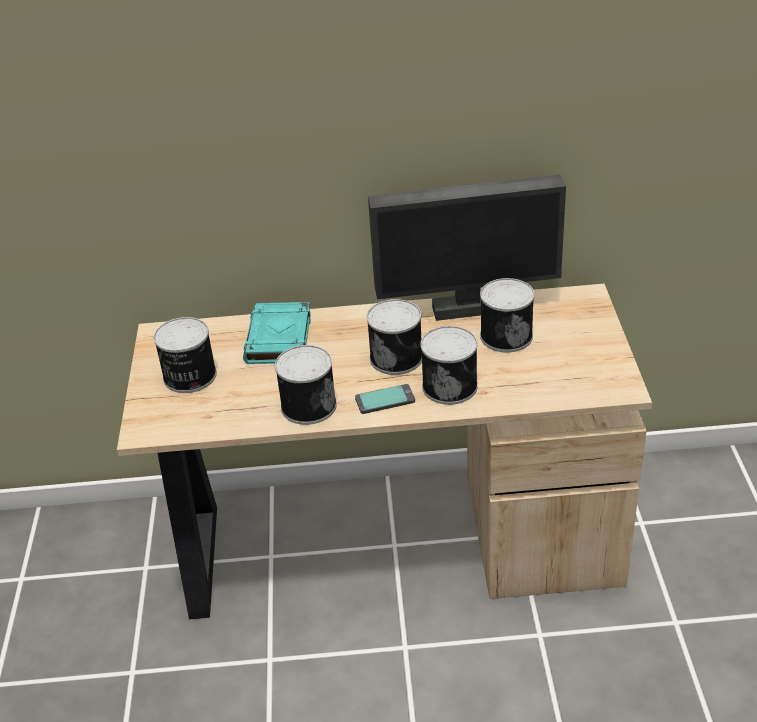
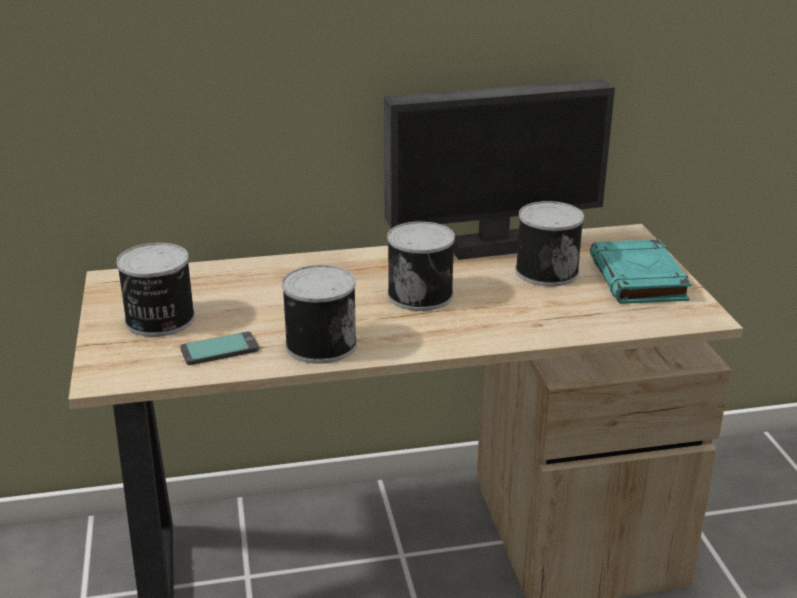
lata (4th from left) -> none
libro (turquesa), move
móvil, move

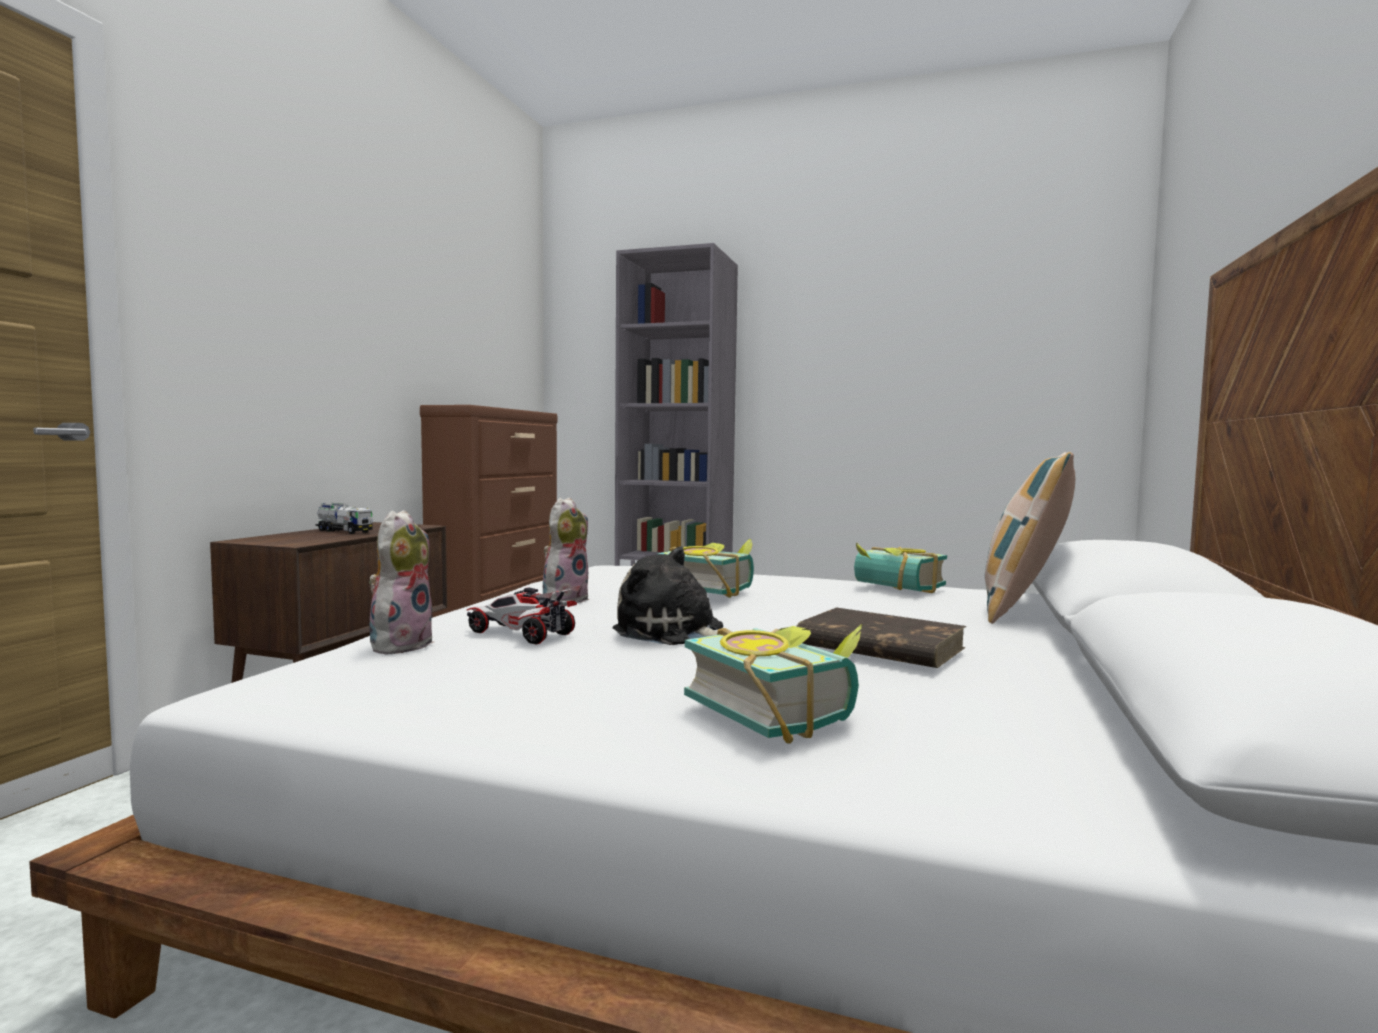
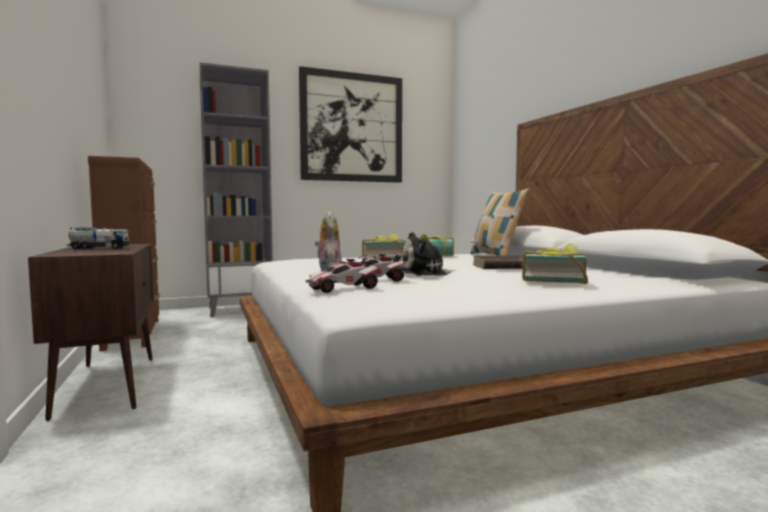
none -> cuadro
peluche (1st from left) -> coche de juguete (1st from left)

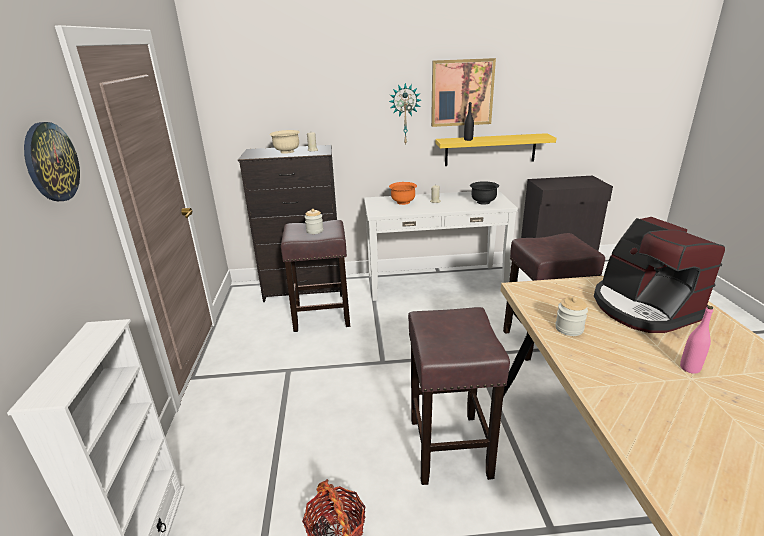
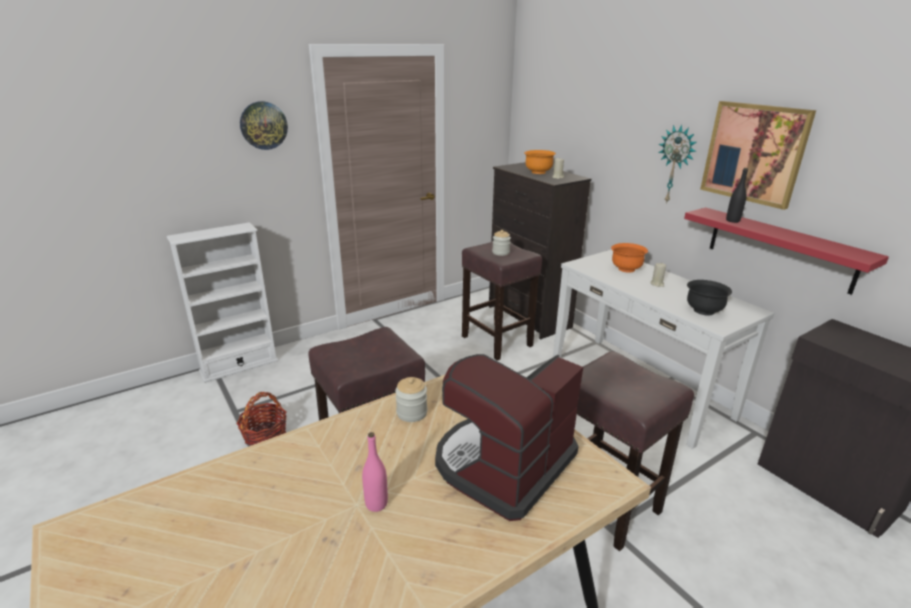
cuenco (beis) -> cuenco (naranja) (1st from left)
estante (amarillo) -> estante (rojo)

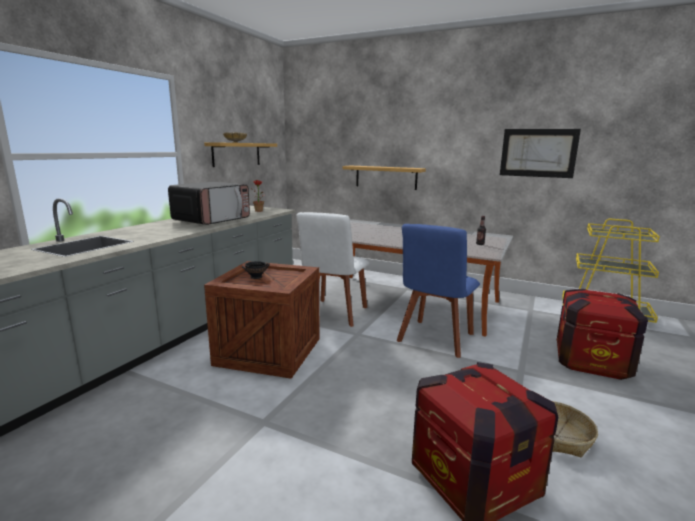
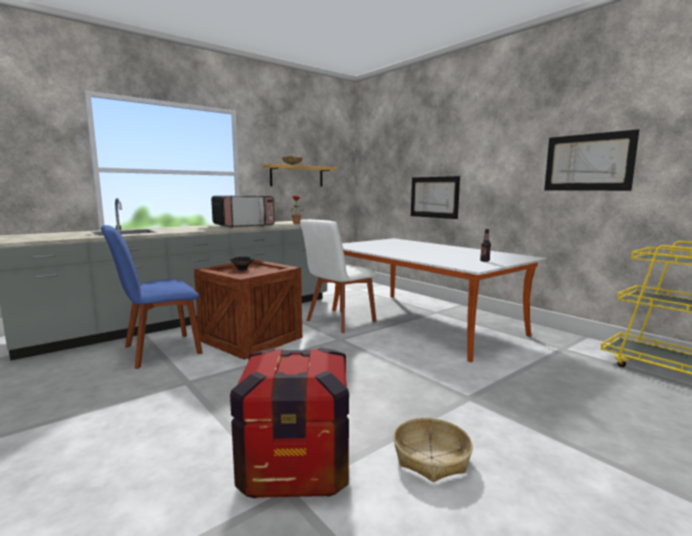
caja de embalaje (3rd from left) -> none
silla (azul), move
estante (2nd from left) -> cuadro (1st from left)

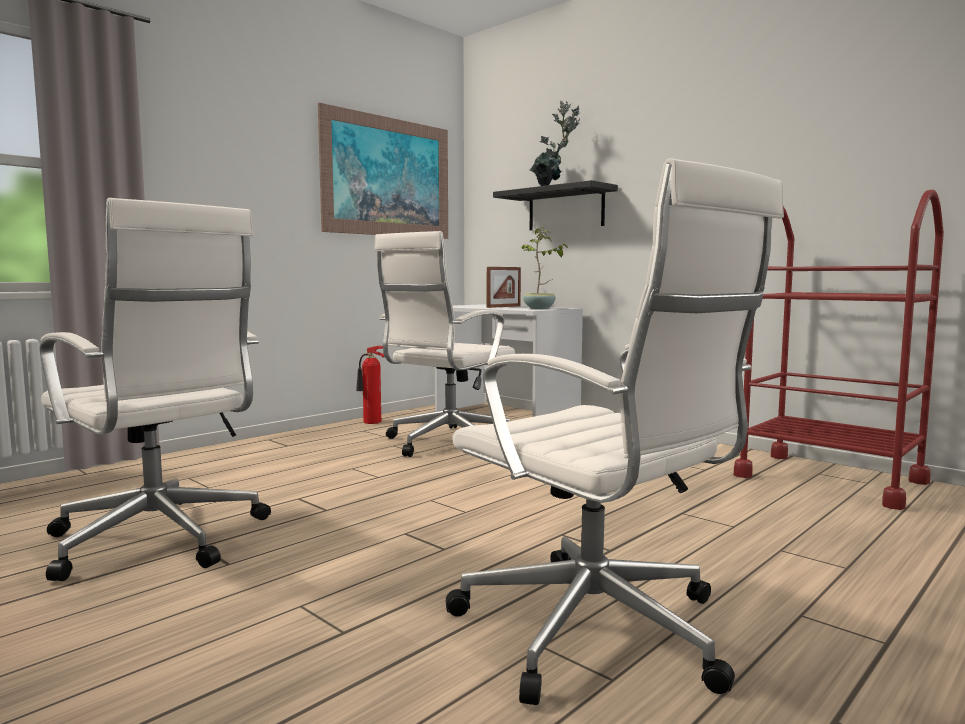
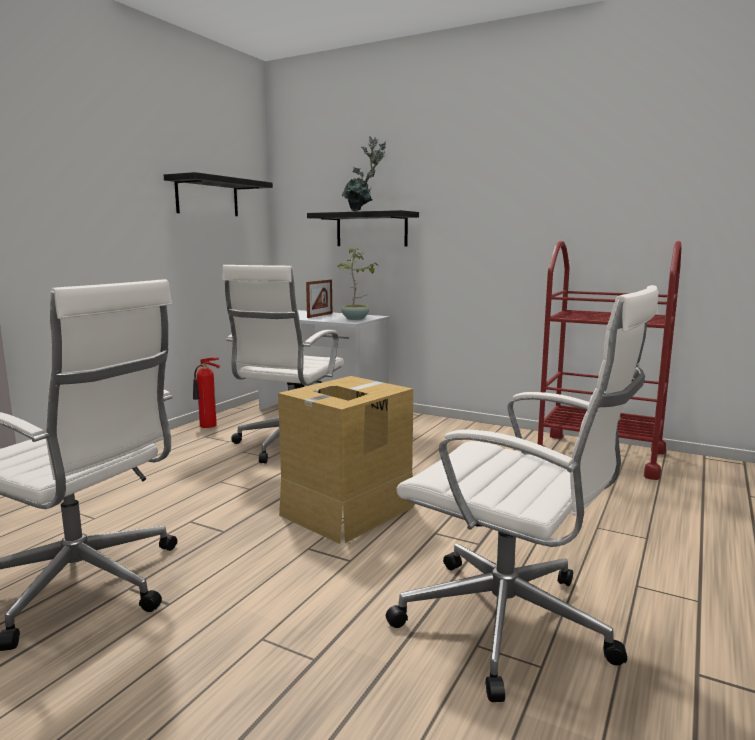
none -> caja de cartón
cuadro -> estante (negro) (1st from left)

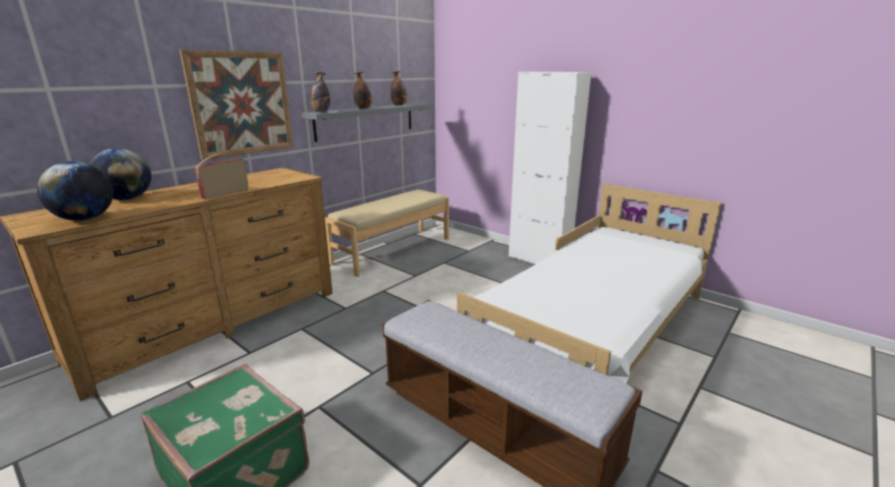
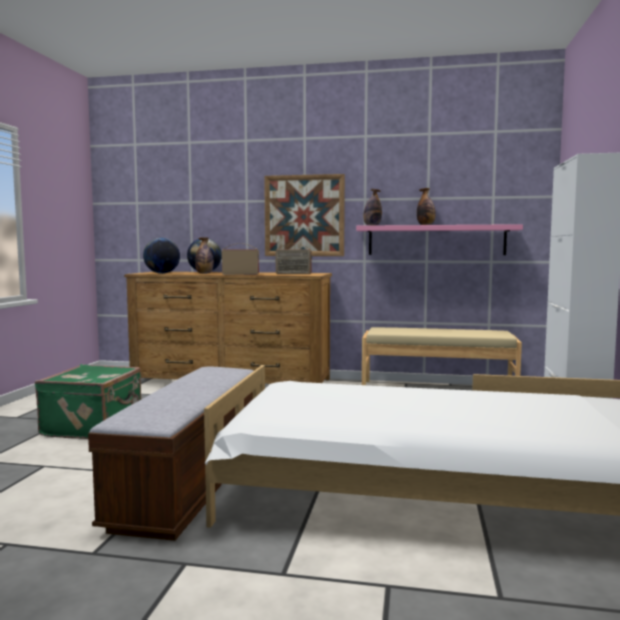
none -> radio (2nd from left)
botella (3rd from left in the first image) -> botella (1st from left), move
estante (gris) -> estante (rosa)

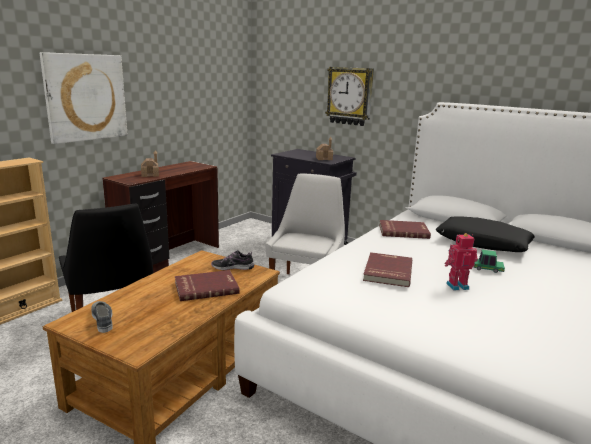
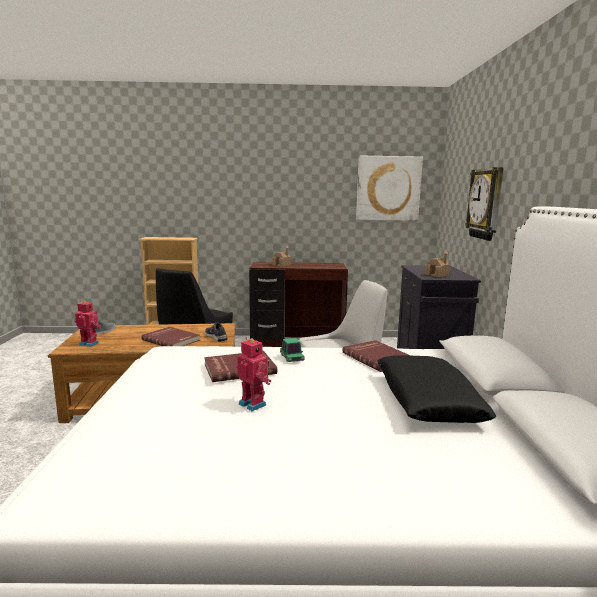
none -> robot de juguete (1st from left)
cuadro, move
coche de juguete, move

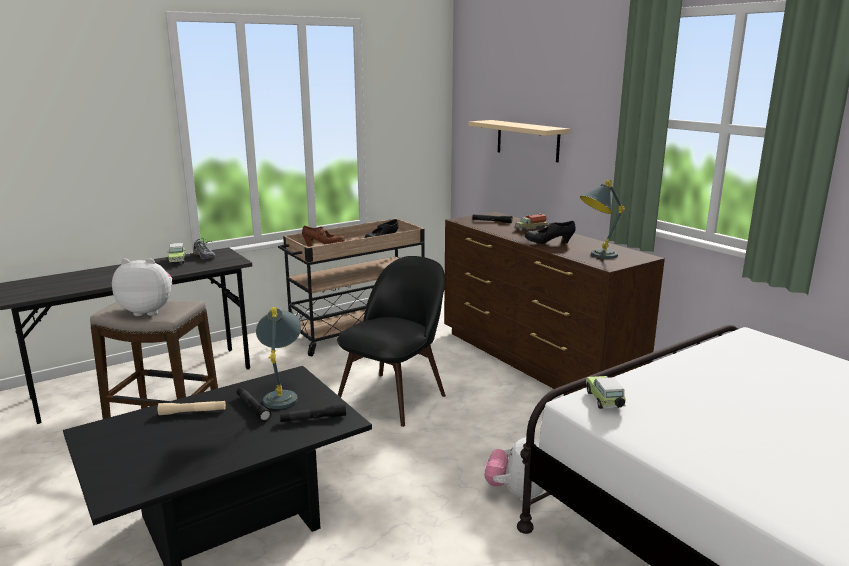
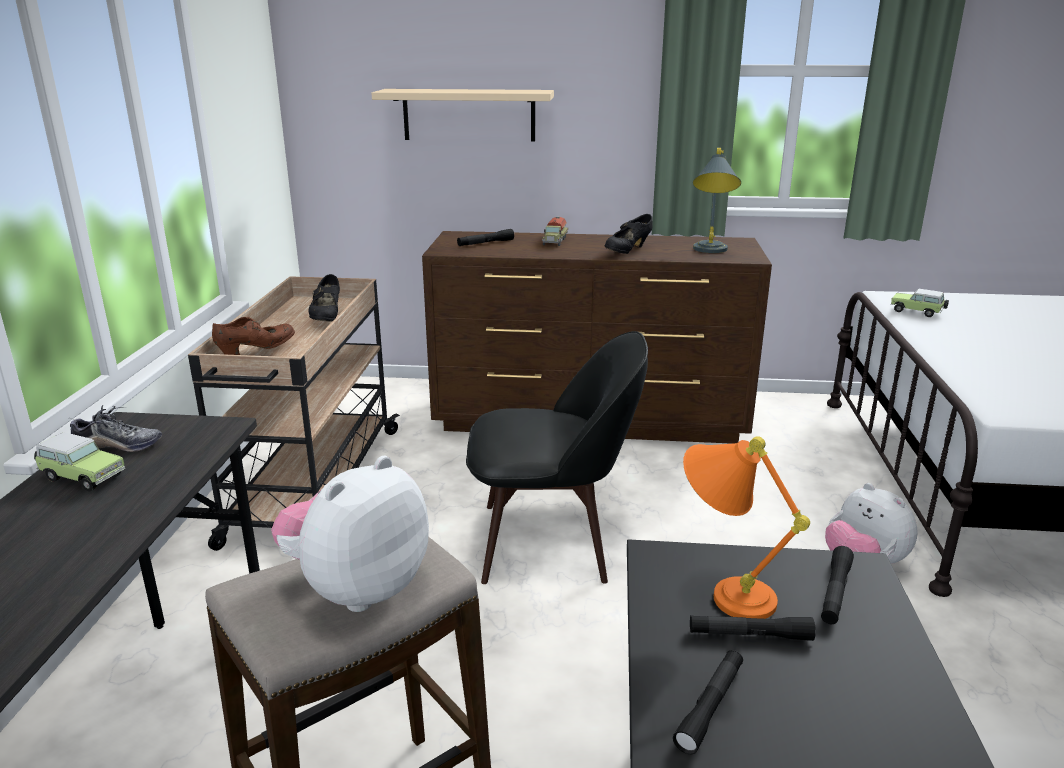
coche de juguete (2nd from left), move
linterna (beis) -> linterna (negro) (2nd from left)
lámpara de mesa (gris) (1st from left) -> lámpara de mesa (naranja)
silla (negro), 105 degrees clockwise

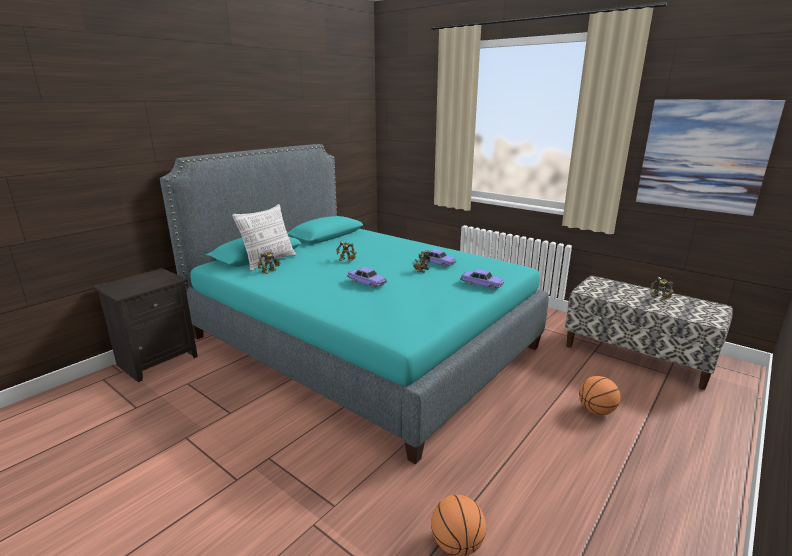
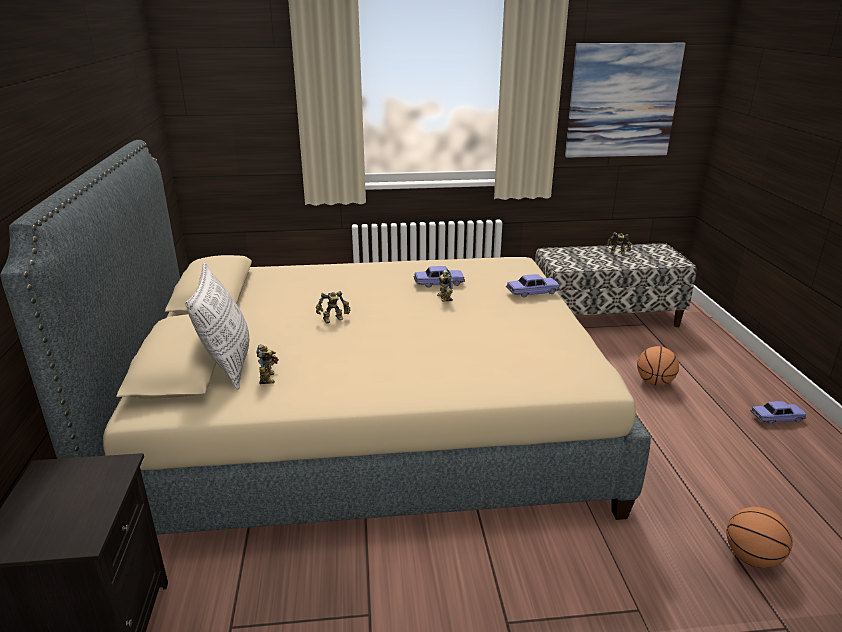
coche de juguete (1st from left in the first image) -> coche de juguete (3rd from left), move
cama (turquesa) -> cama (beis)

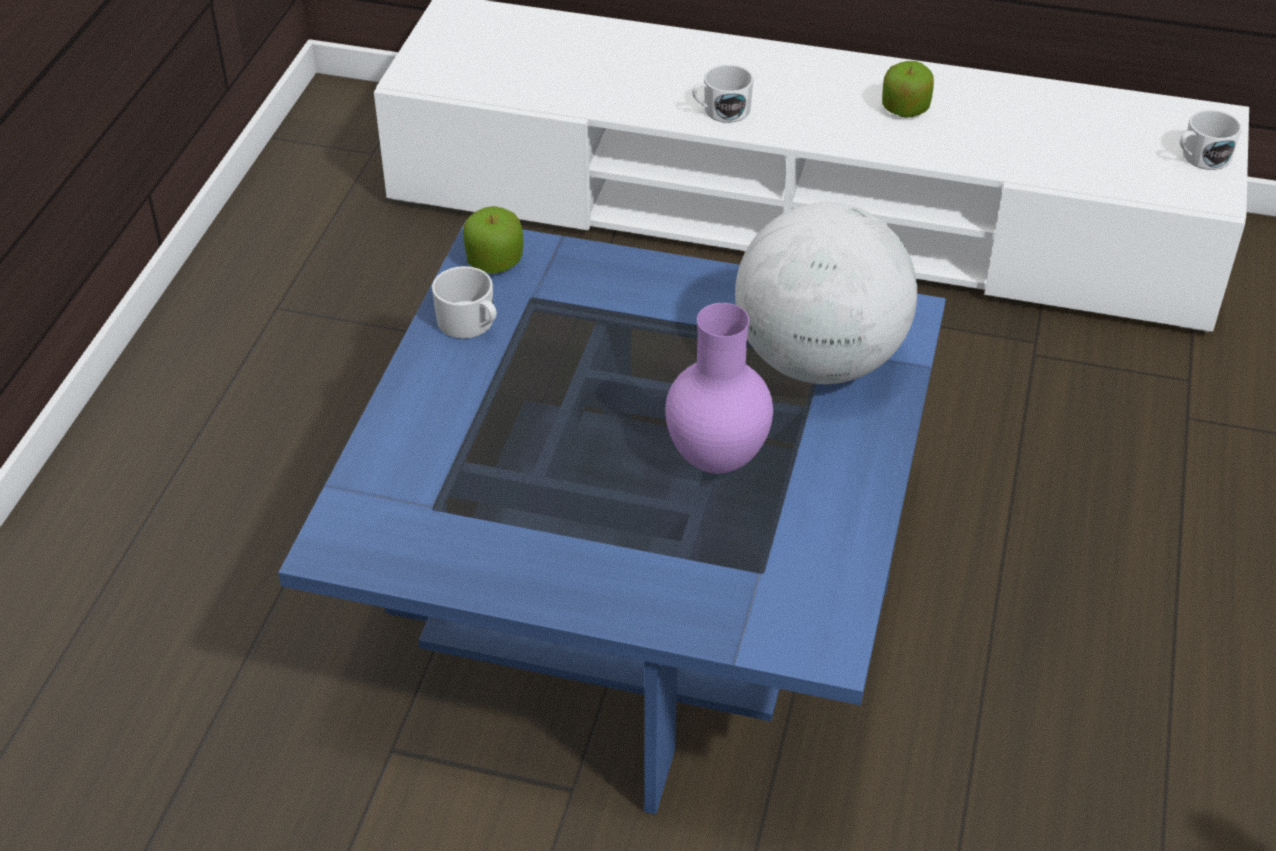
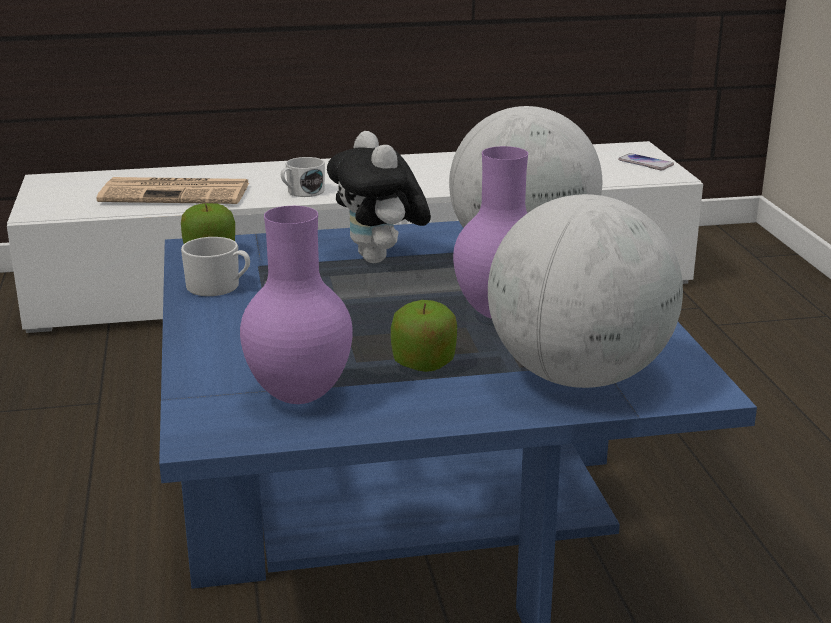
none -> periódico
none -> florero (morado) (1st from left)
none -> peluche
none -> globo terráqueo (2nd from left)
manzana (2nd from left), move
taza grande (blanco) (3rd from left) -> móvil

